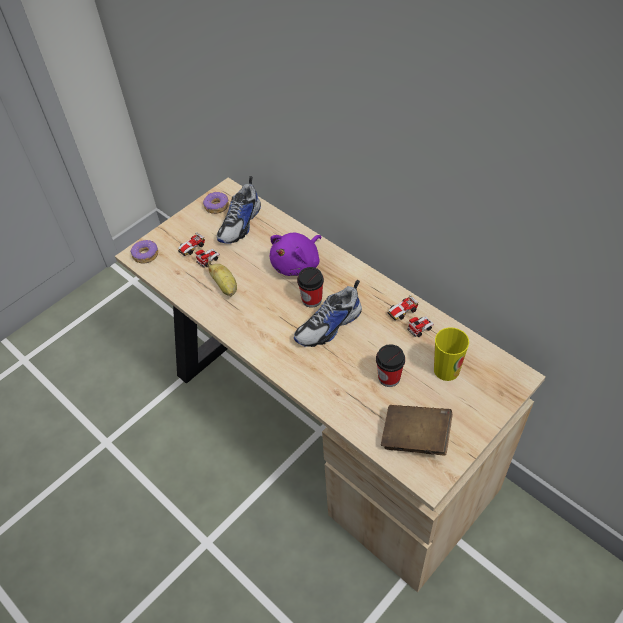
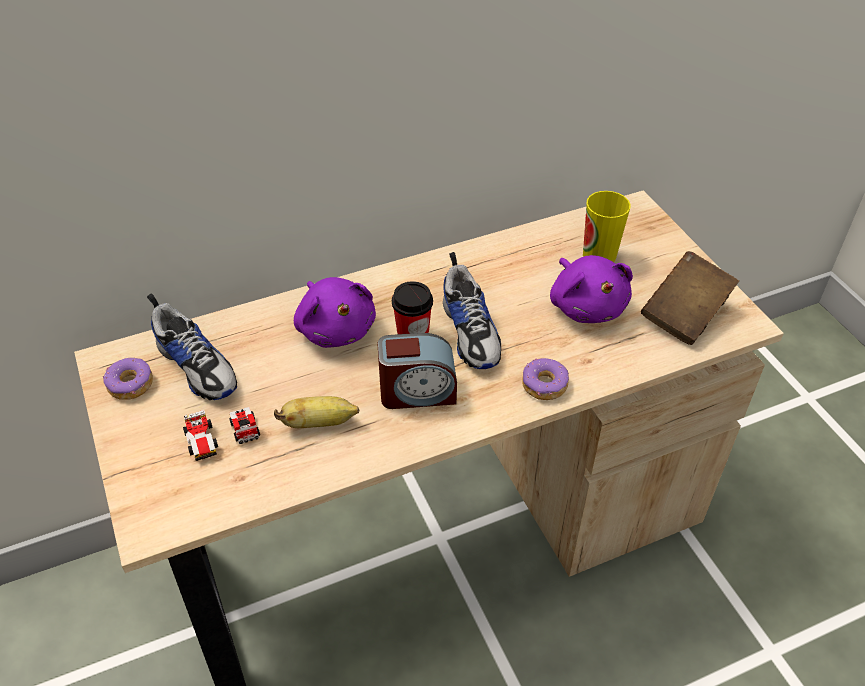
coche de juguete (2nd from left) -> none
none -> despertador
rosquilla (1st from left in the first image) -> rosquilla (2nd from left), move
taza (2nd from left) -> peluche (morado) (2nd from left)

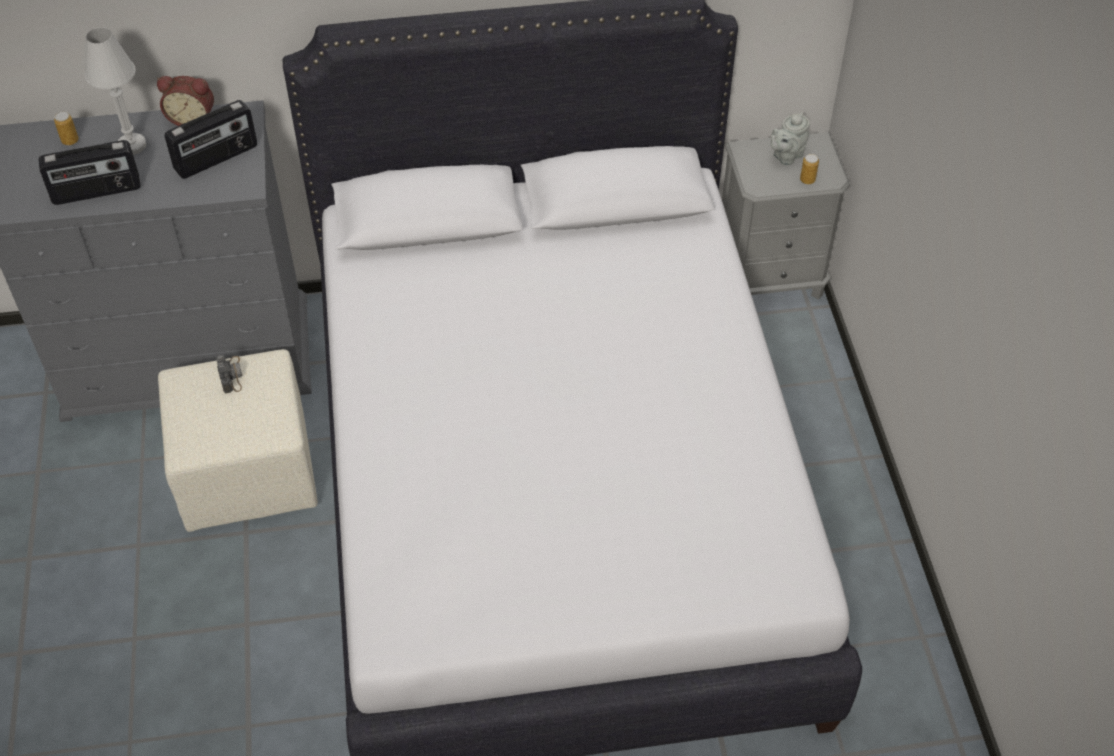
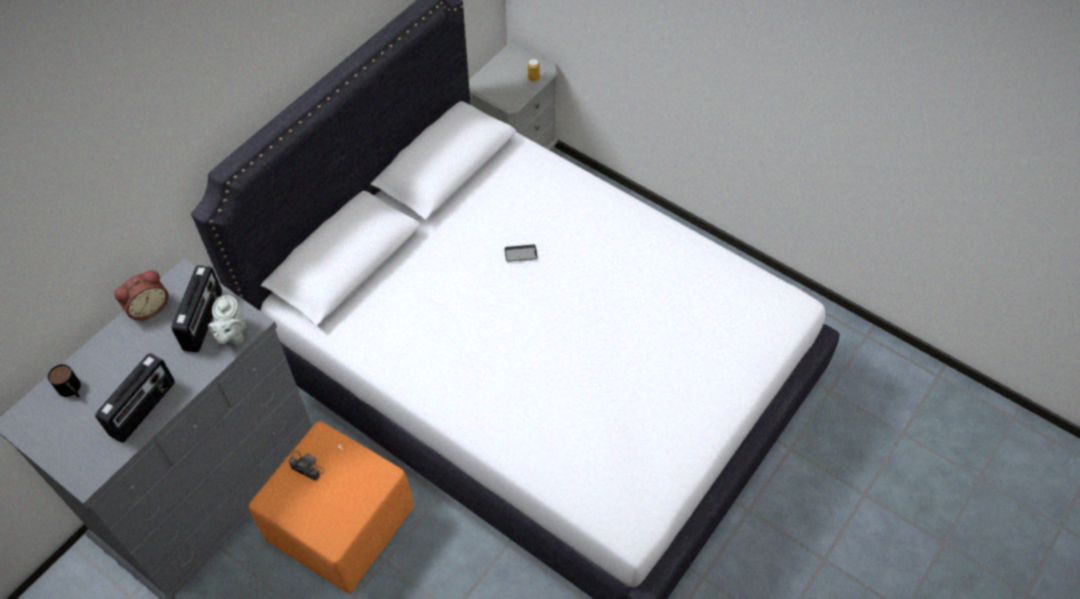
lámpara de mesa (blanco) -> none
none -> móvil
tetera (gris), move
lata (1st from left) -> taza grande
puf (beis) -> puf (naranja)

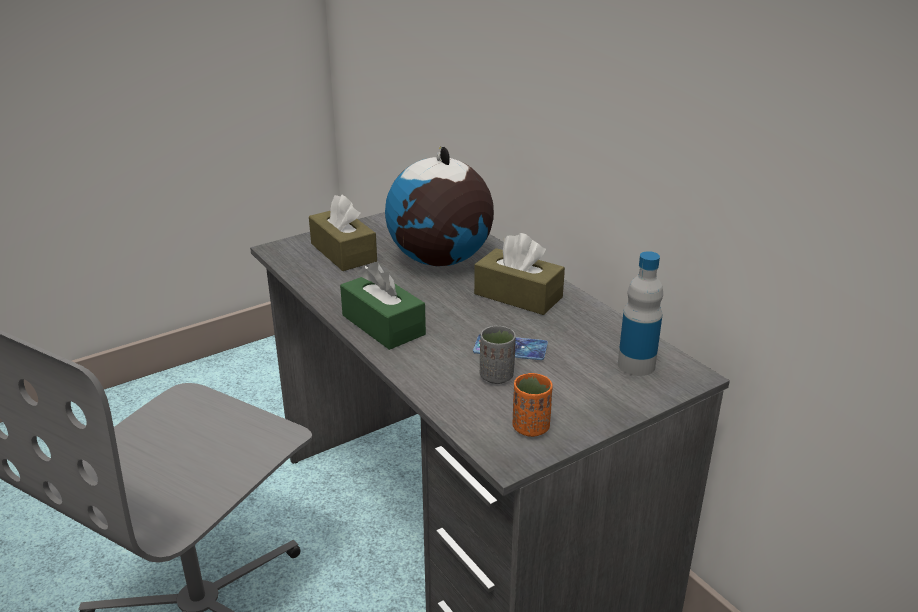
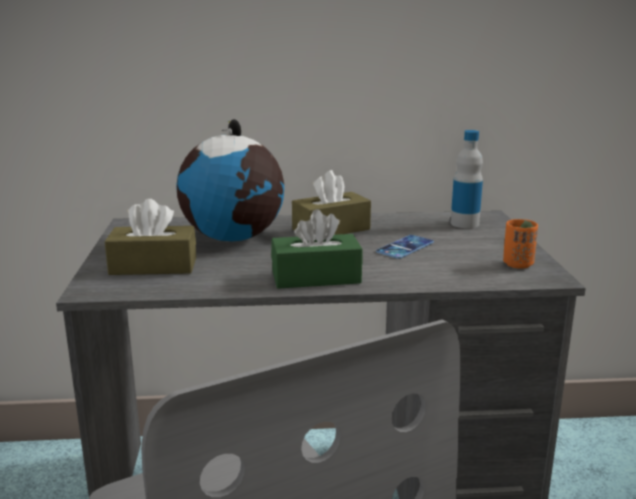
taza (gris) -> none

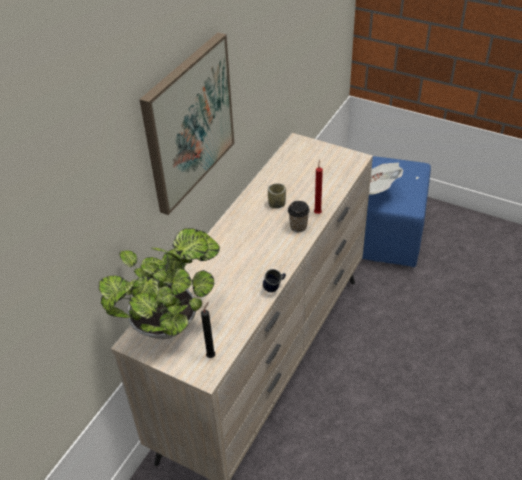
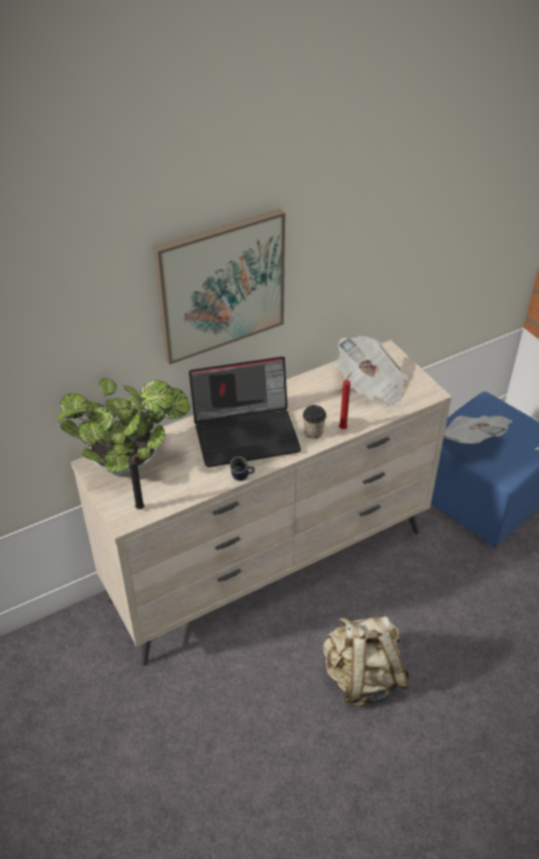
taza (1st from left) -> none
none -> portátil
none -> mochila (beis)
none -> periódico (1st from left)

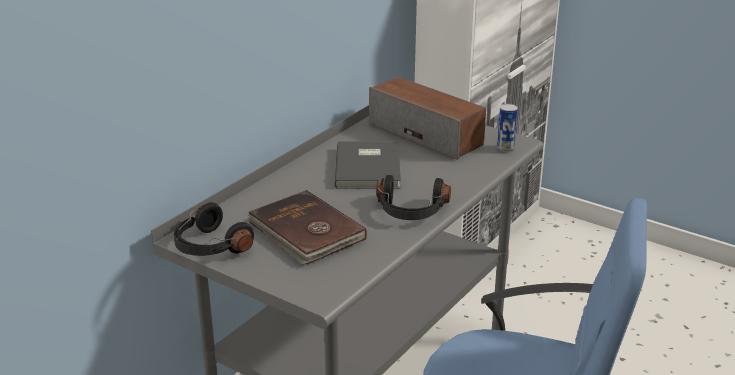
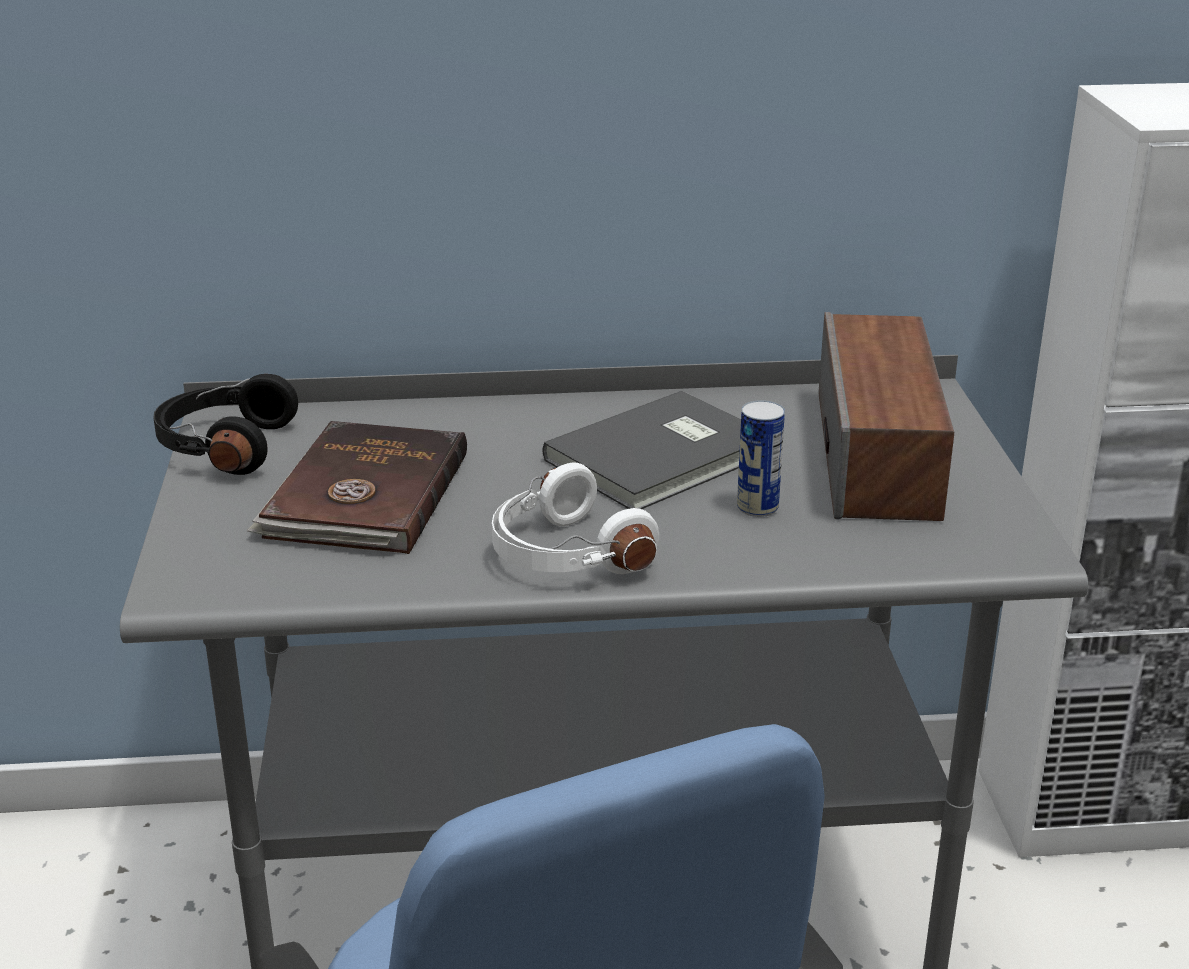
lata, move
auriculares (negro) (2nd from left) -> auriculares (blanco)

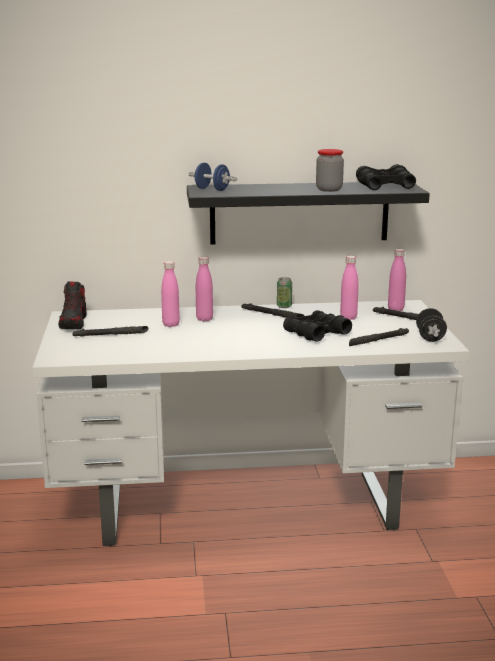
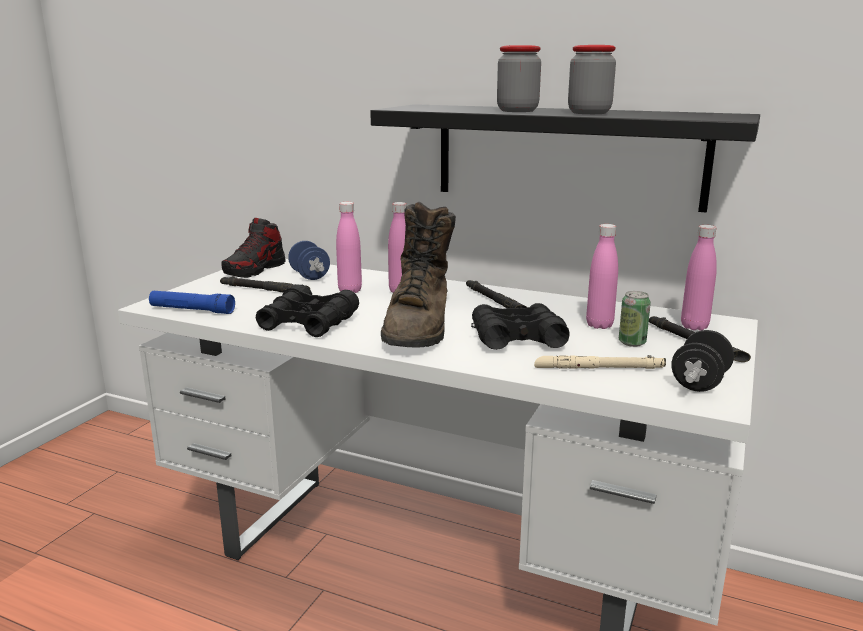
none -> linterna (azul)
none -> bota (marrón)
none -> tarro (1st from left)
mancuerna (azul), move
lata, move
prismáticos (negro) (2nd from left in the first image) -> prismáticos (negro) (1st from left), move
linterna (negro) (3rd from left) -> linterna (beis)

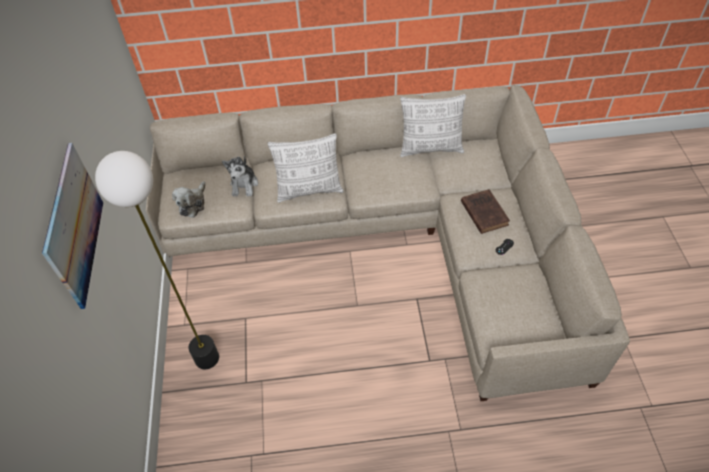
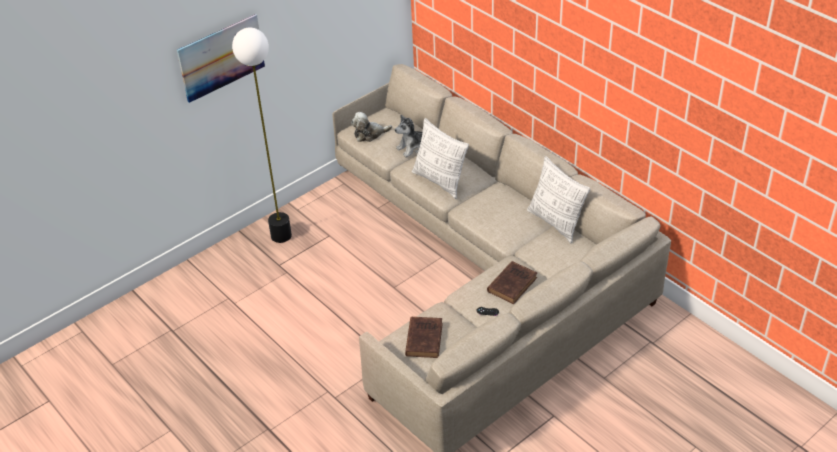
none -> libro (marrón) (1st from left)

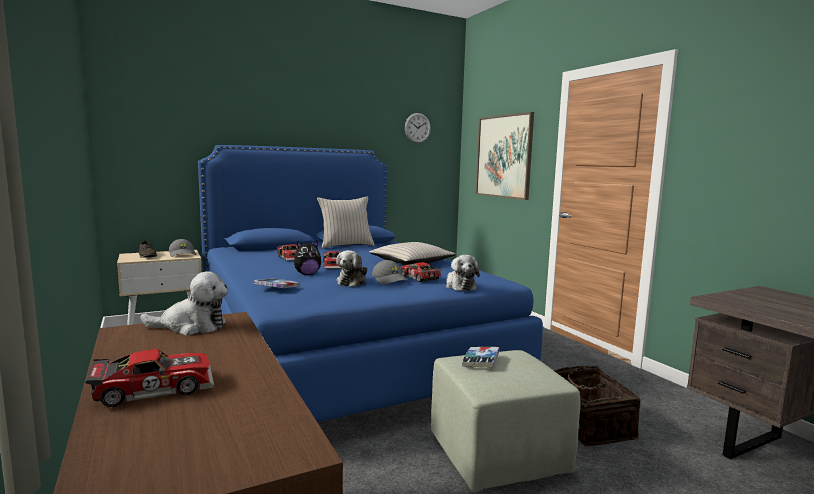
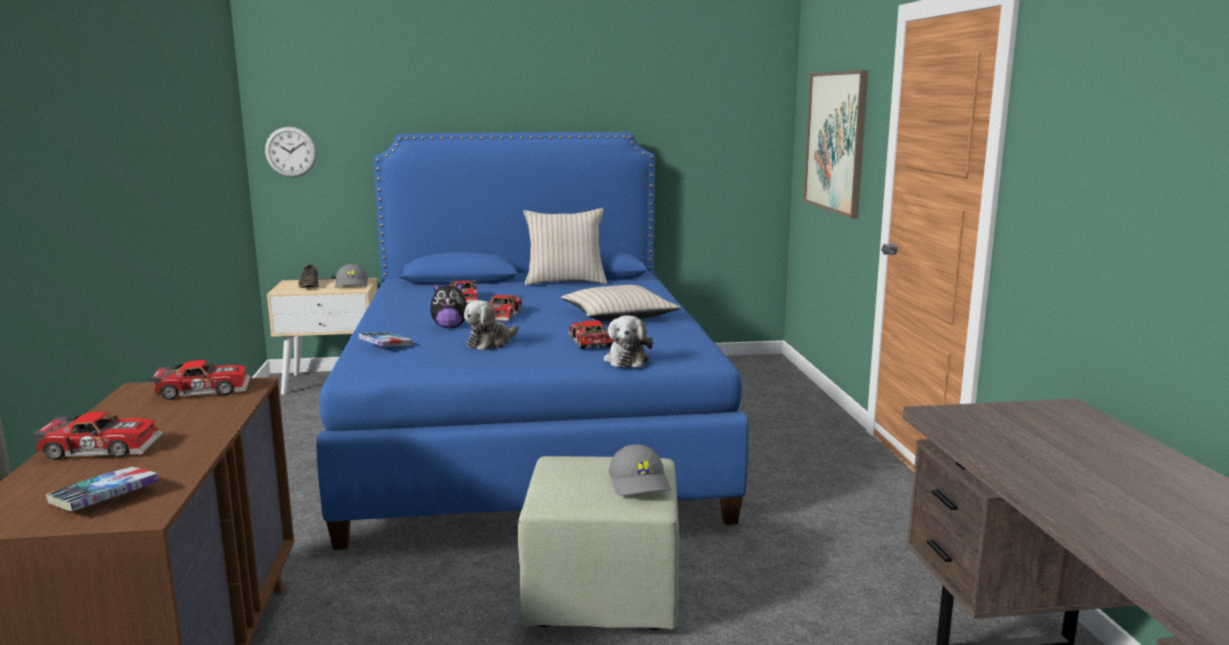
cesta -> none
gorra (gris) (2nd from left), move
reloj de pared, move
libro (2nd from left in the first image) -> libro (1st from left), move
peluche (1st from left) -> coche de juguete (2nd from left)

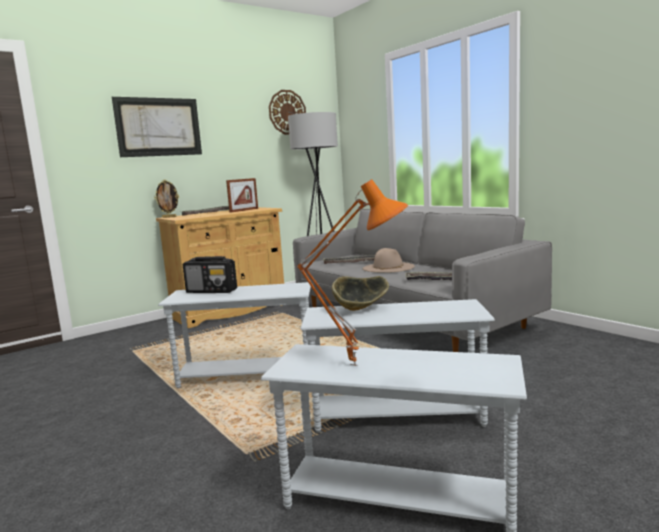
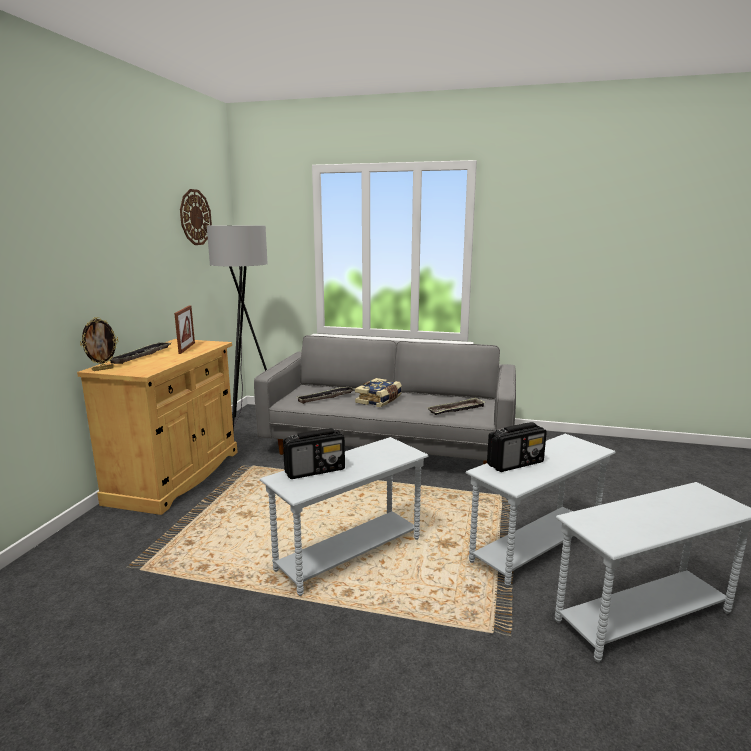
cuadro -> none
lámpara de mesa (naranja) -> none
cuenco -> radio (2nd from left)
sombrero (beis) -> libro

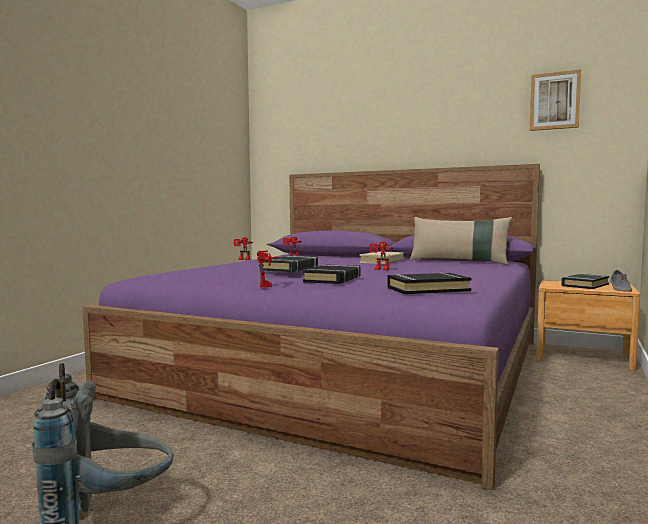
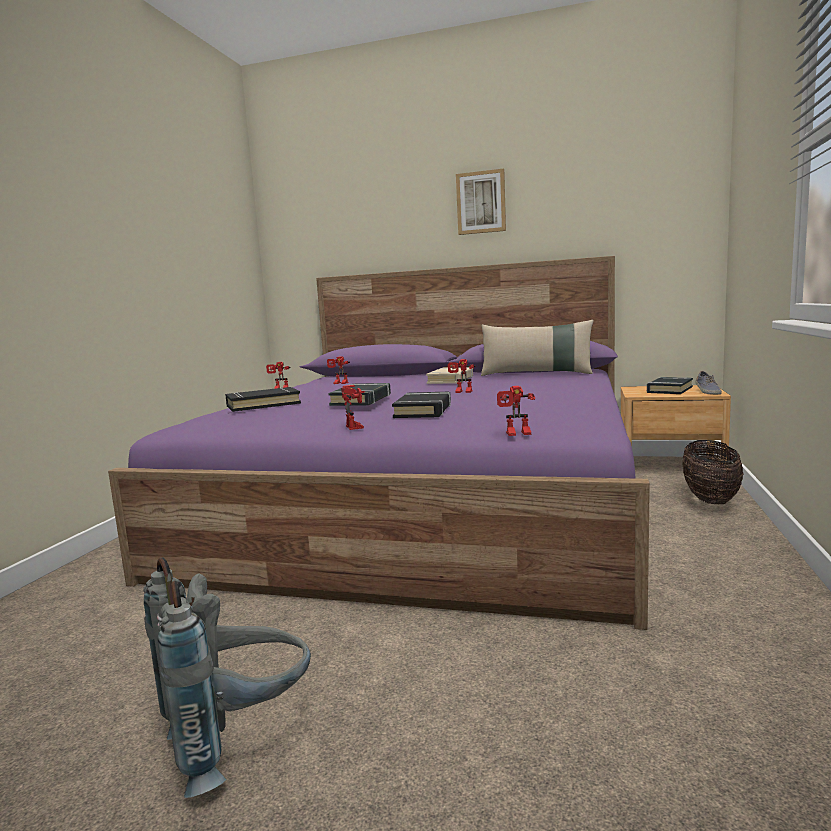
none -> robot de juguete (5th from left)
none -> cesta
libro (negro) (3rd from left in the first image) -> libro (negro) (1st from left), move
cuadro, move

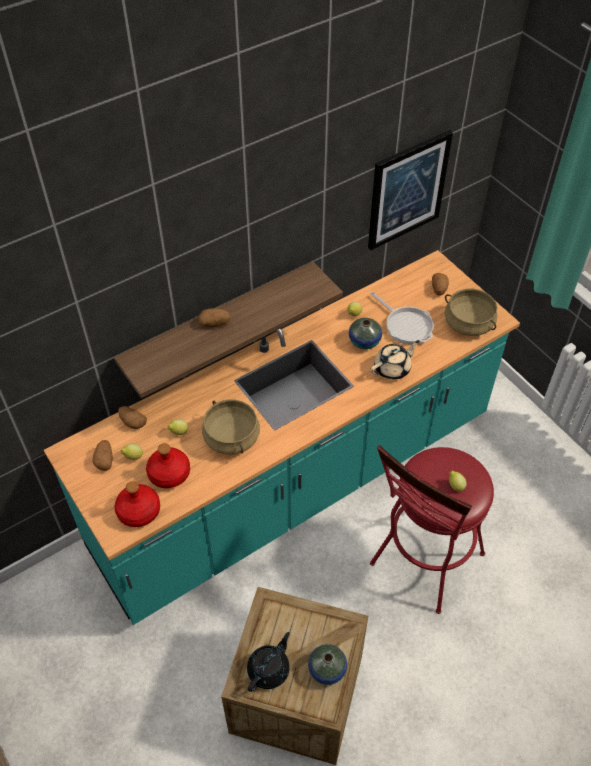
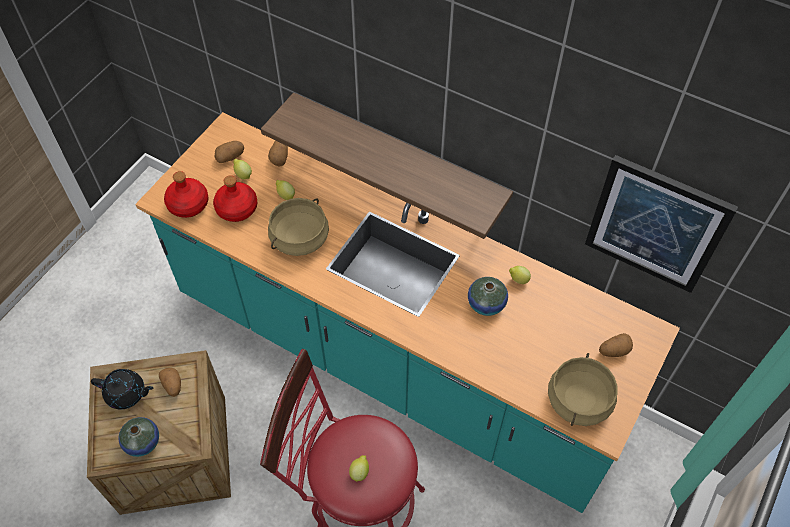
sartén -> none
tetera (beis) -> none
patata (3rd from left in the first image) -> patata (1st from left), move

